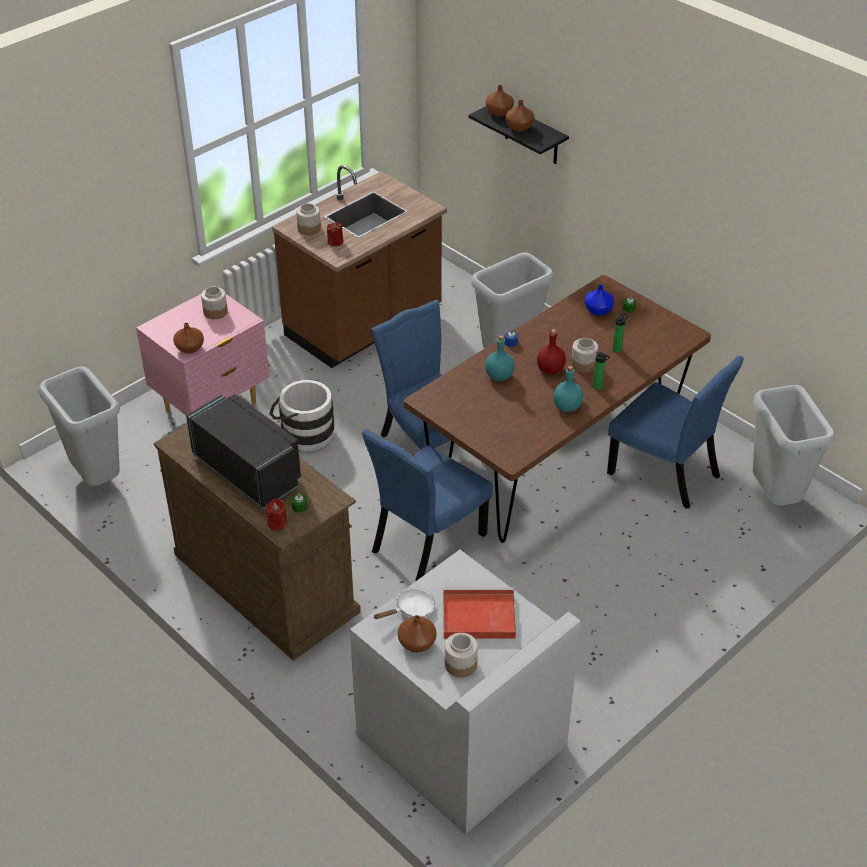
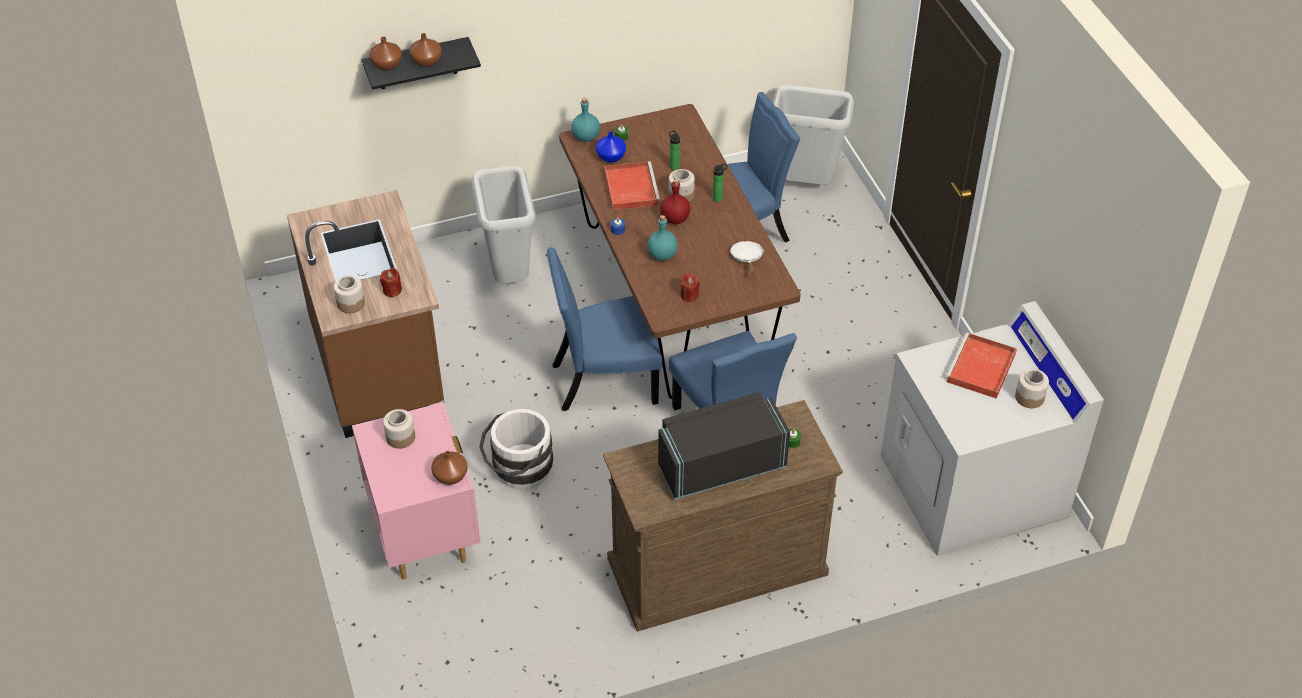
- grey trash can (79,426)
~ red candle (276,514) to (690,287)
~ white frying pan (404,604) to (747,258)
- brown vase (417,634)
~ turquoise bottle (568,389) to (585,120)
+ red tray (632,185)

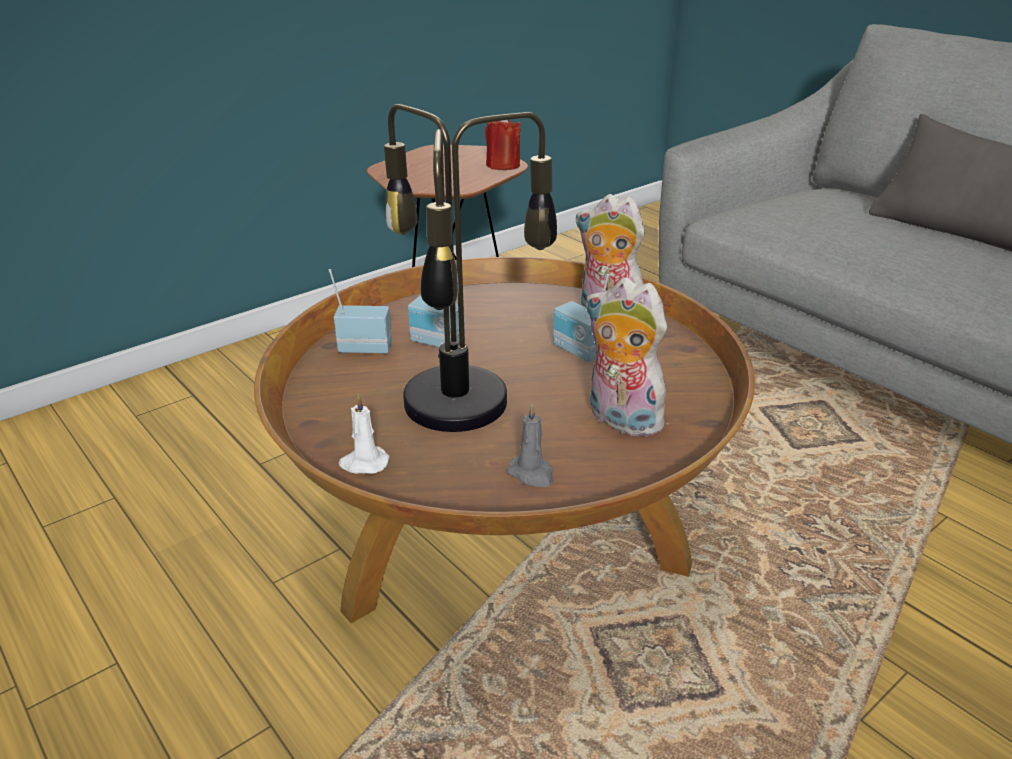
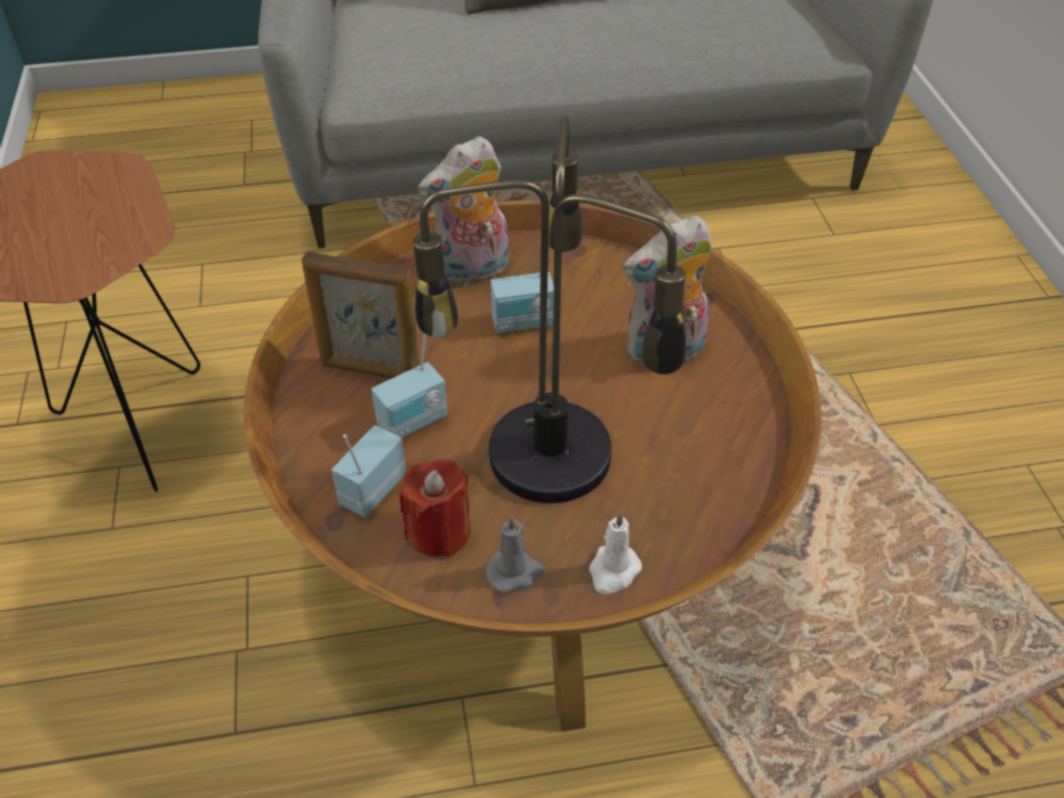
~ red candle (503,145) to (434,507)
~ grey candle (530,445) to (515,554)
+ picture frame (360,315)

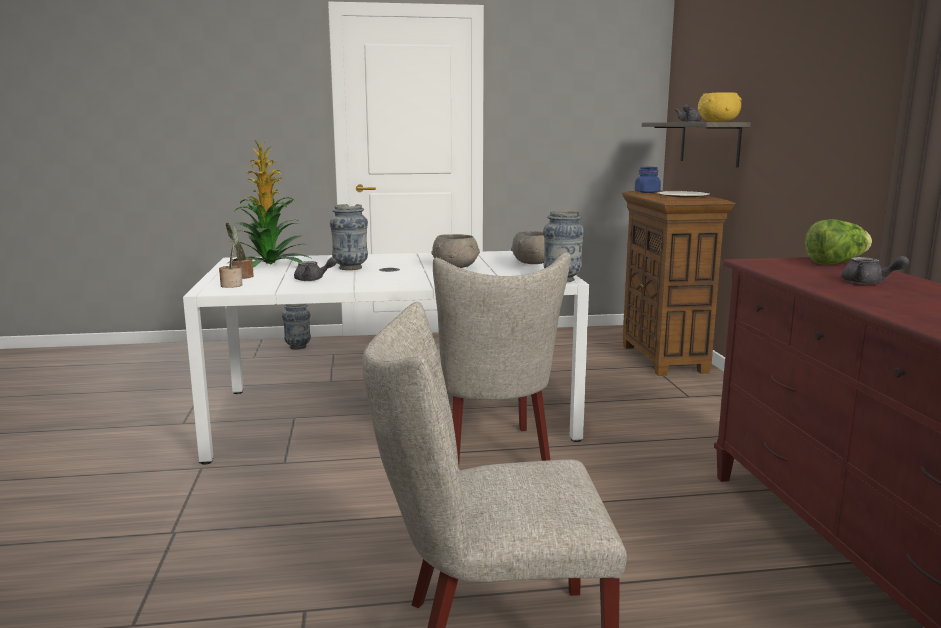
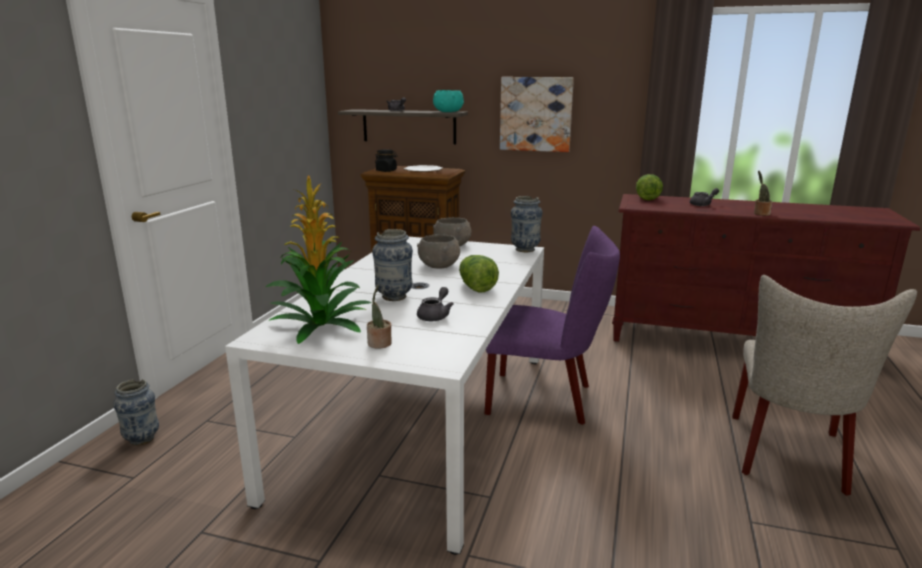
~ potted plant (231,257) to (763,193)
~ beige chair (502,358) to purple chair (552,325)
~ blue jar (648,180) to black jar (386,160)
~ yellow bowl (719,107) to turquoise bowl (448,101)
+ lettuce (479,273)
+ picture (537,114)

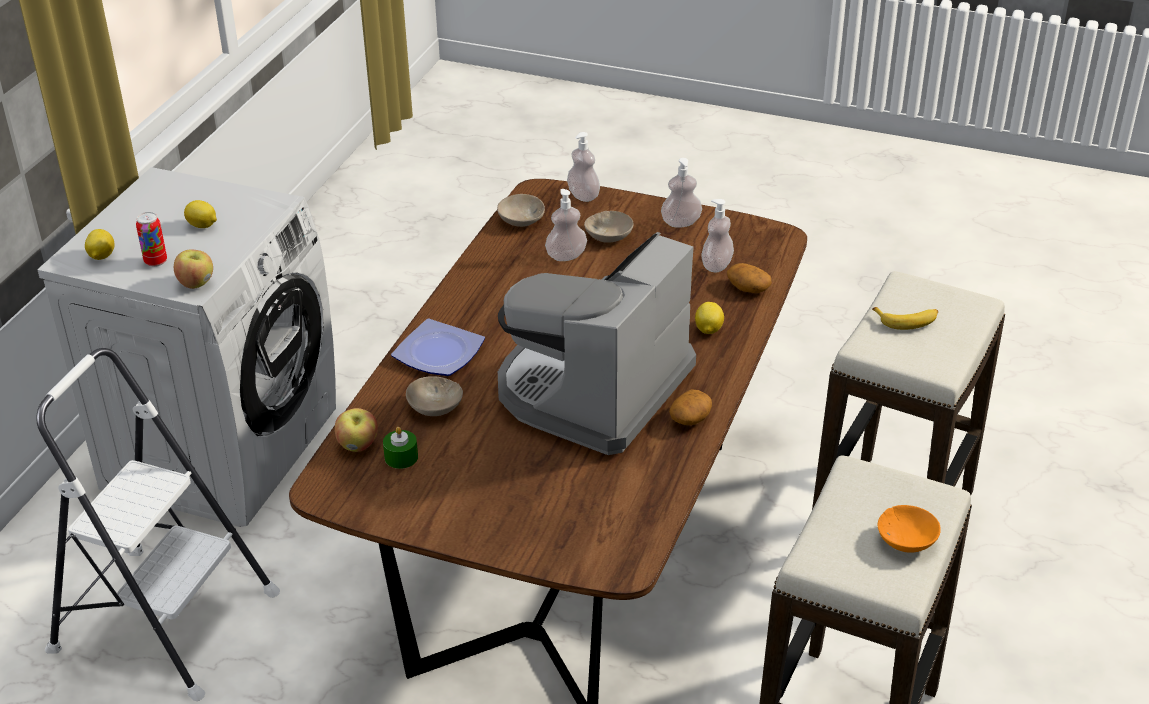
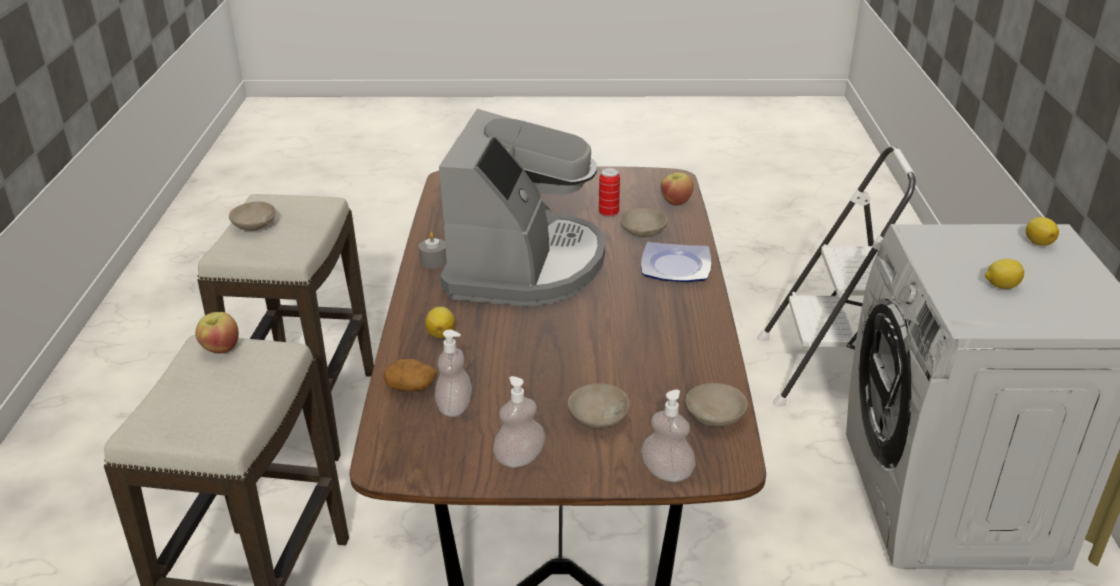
~ can (151,239) to (609,192)
~ apple (193,269) to (217,332)
- green candle (400,448)
- soap dispenser (566,225)
~ potato (690,407) to grey candle (432,250)
- banana (905,318)
~ orange bowl (909,529) to beige bowl (252,216)

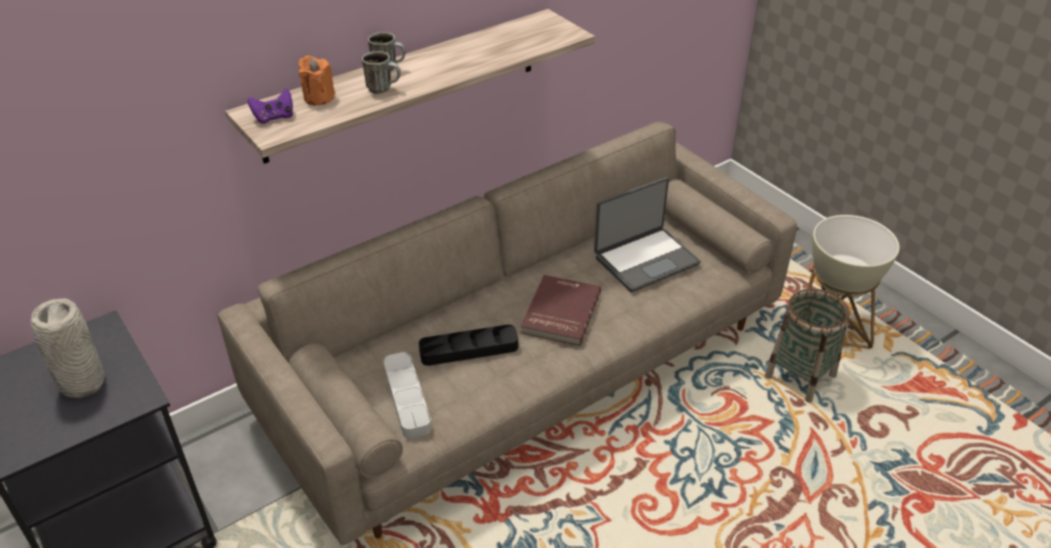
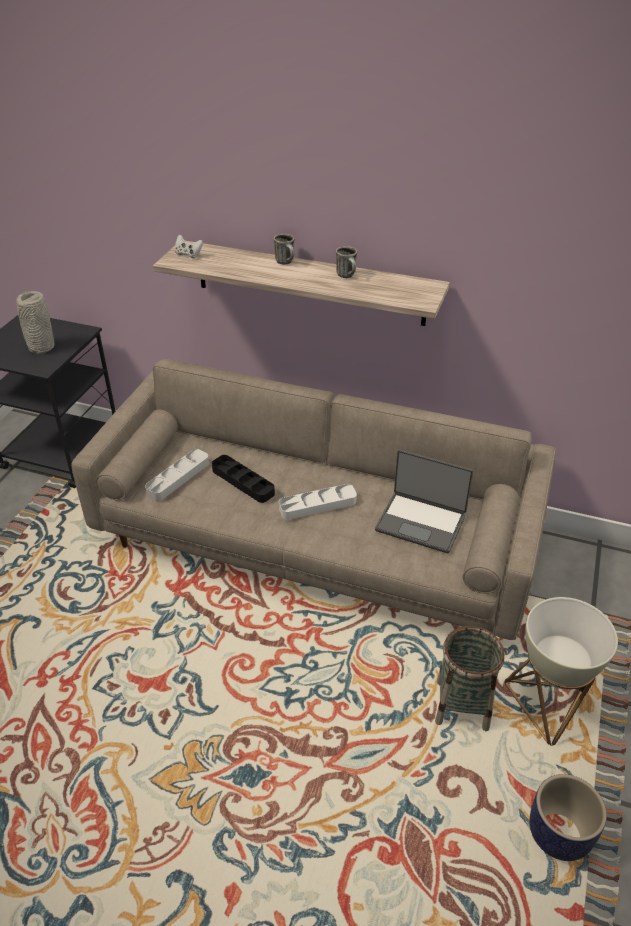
~ purple game controller (270,106) to white game controller (189,246)
- orange candle (317,80)
~ mug (381,72) to (346,262)
~ red book (561,310) to white tray (318,502)
+ planter (568,817)

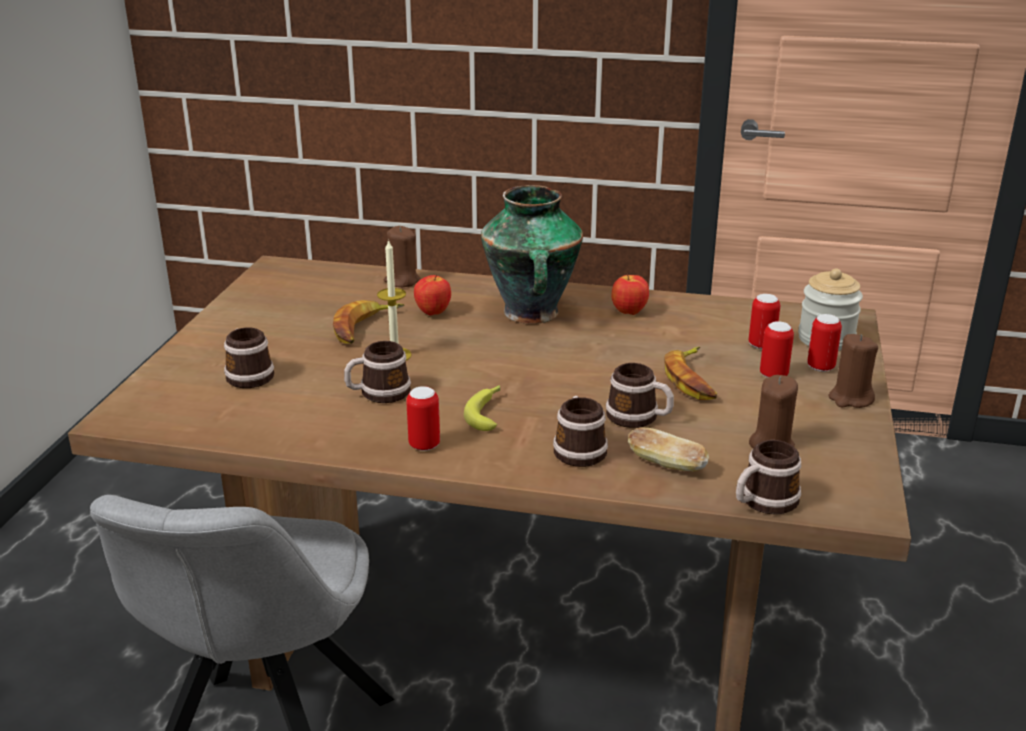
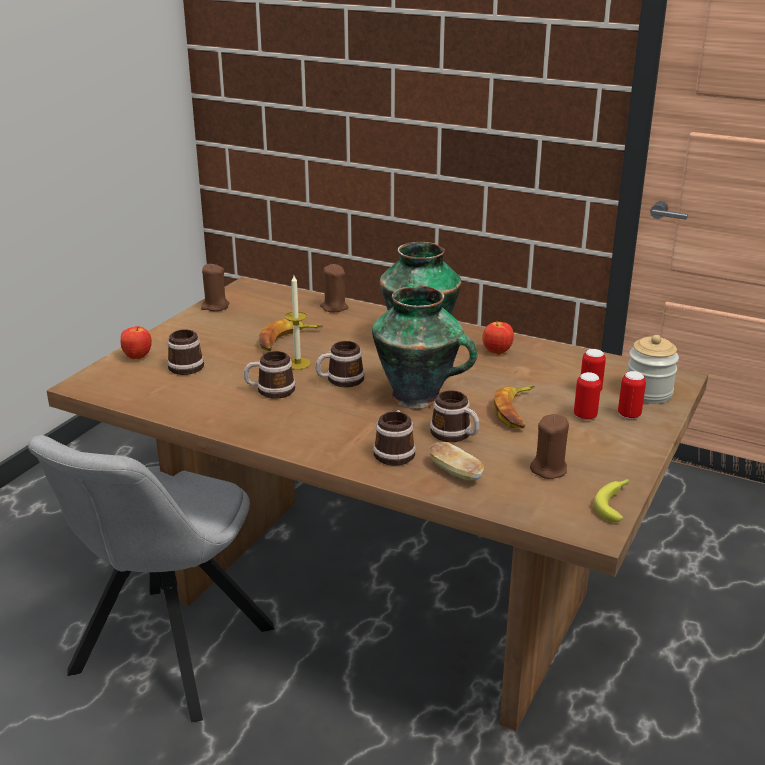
- can (423,418)
~ apple (432,295) to (136,342)
~ banana (482,408) to (611,500)
~ mug (768,477) to (340,364)
~ brown candle (853,371) to (215,287)
+ vase (425,347)

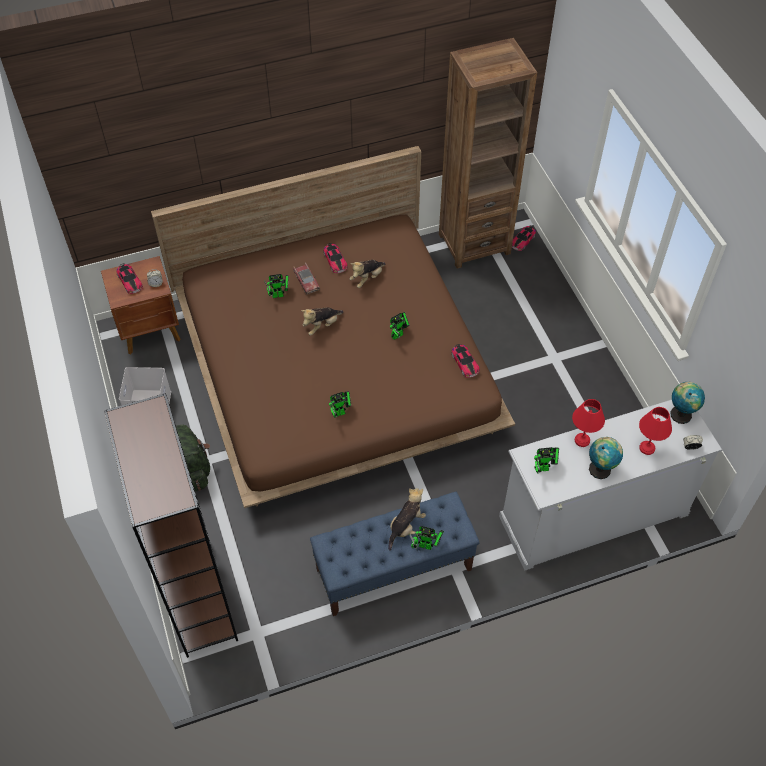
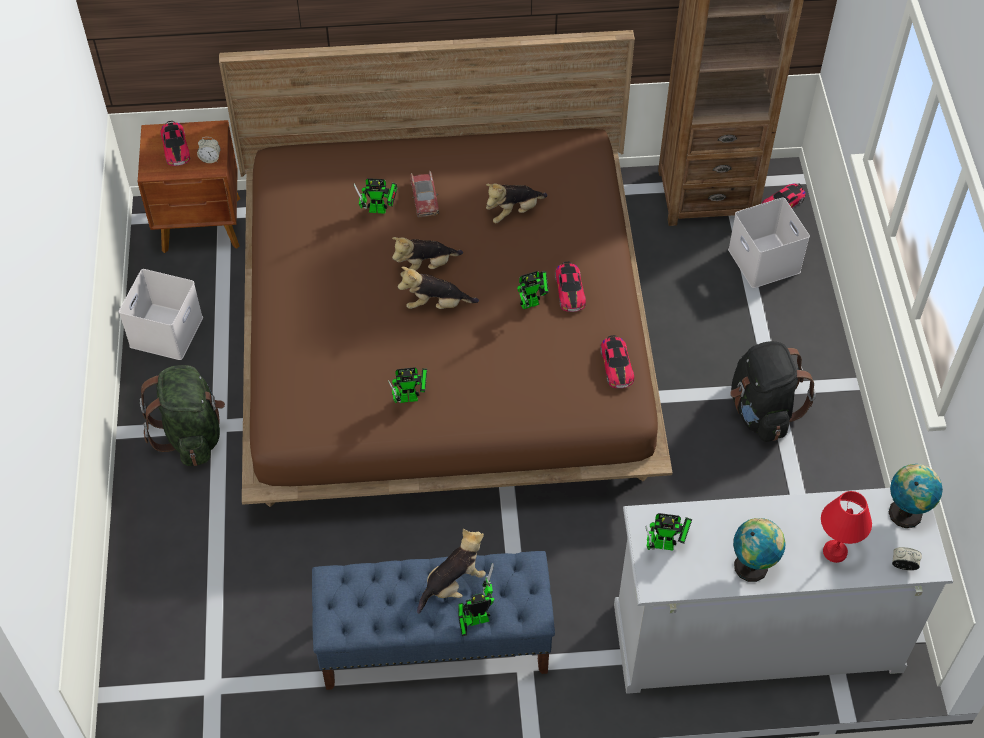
- brown bookcase (171,525)
~ toy car (335,258) to (570,287)
~ toy robot (426,538) = (476,599) 135 degrees clockwise
- red table lamp (588,423)
+ plush toy (438,288)
+ white storage box (769,242)
+ black backpack (773,391)

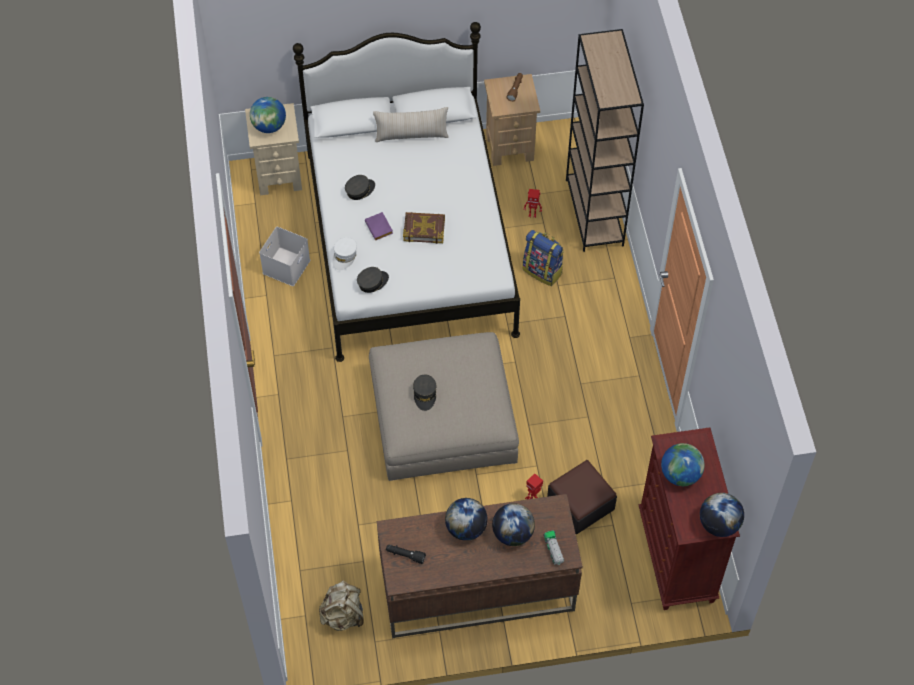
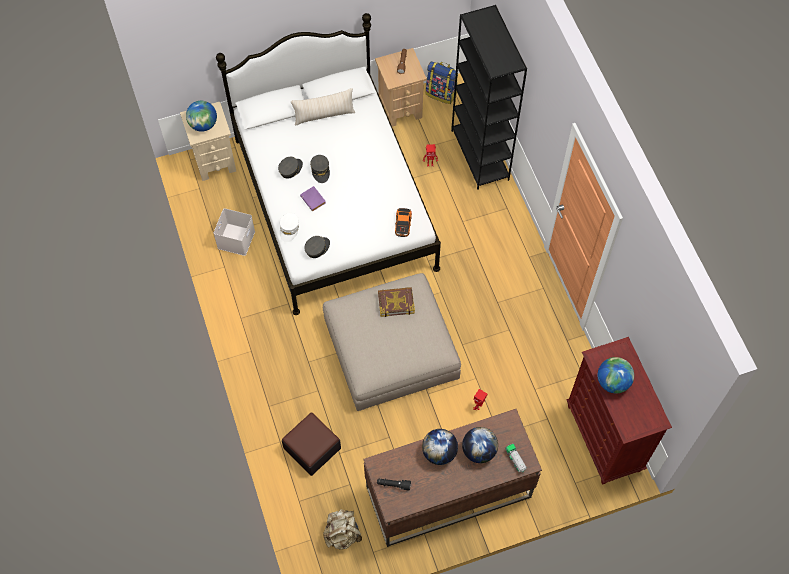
~ book (424,228) to (396,302)
~ grey cap (424,393) to (320,169)
~ backpack (543,258) to (442,82)
~ ottoman (582,497) to (311,444)
~ beige bookcase (605,140) to black bookcase (489,97)
- globe (722,515)
+ toy car (403,222)

